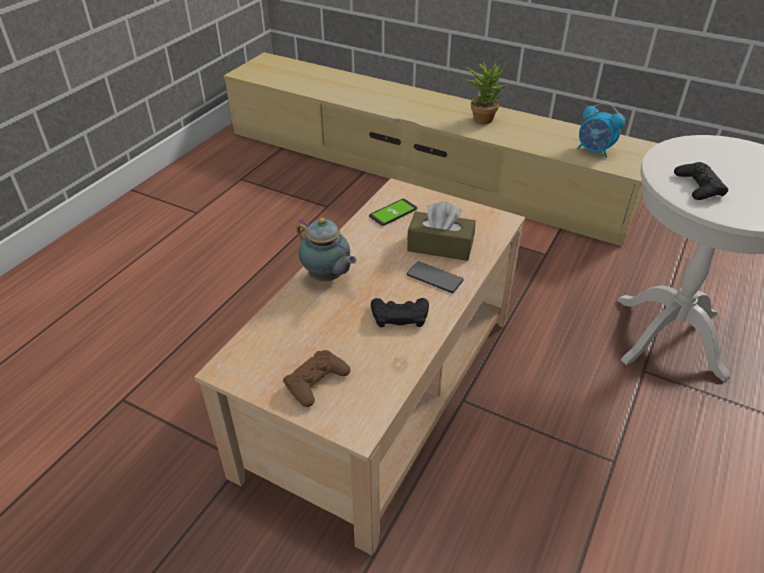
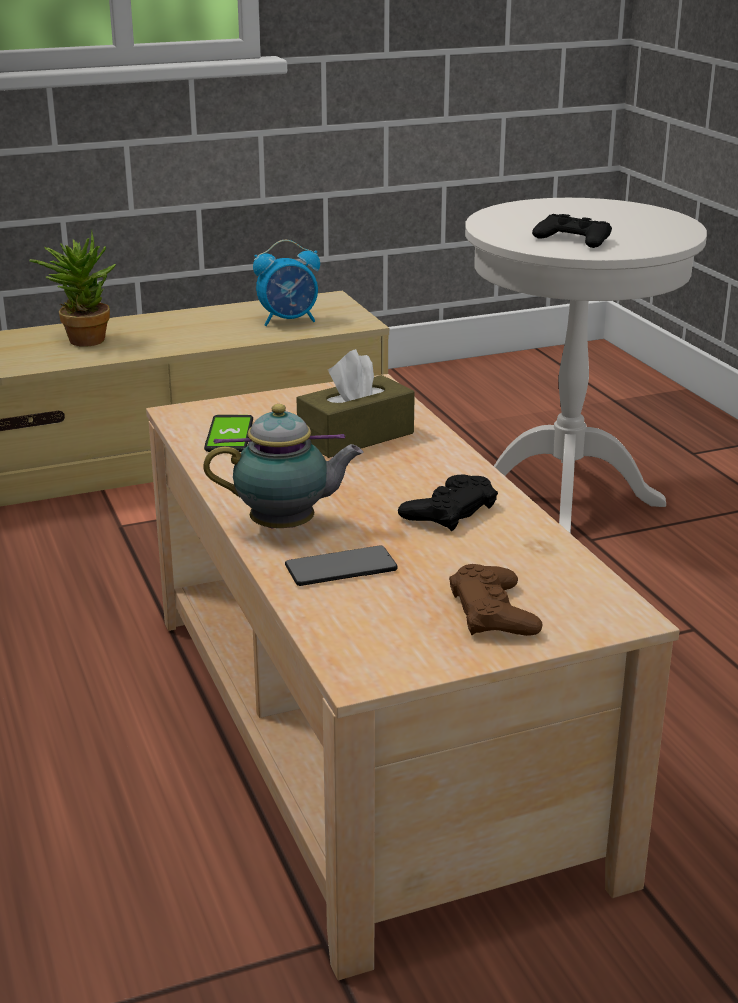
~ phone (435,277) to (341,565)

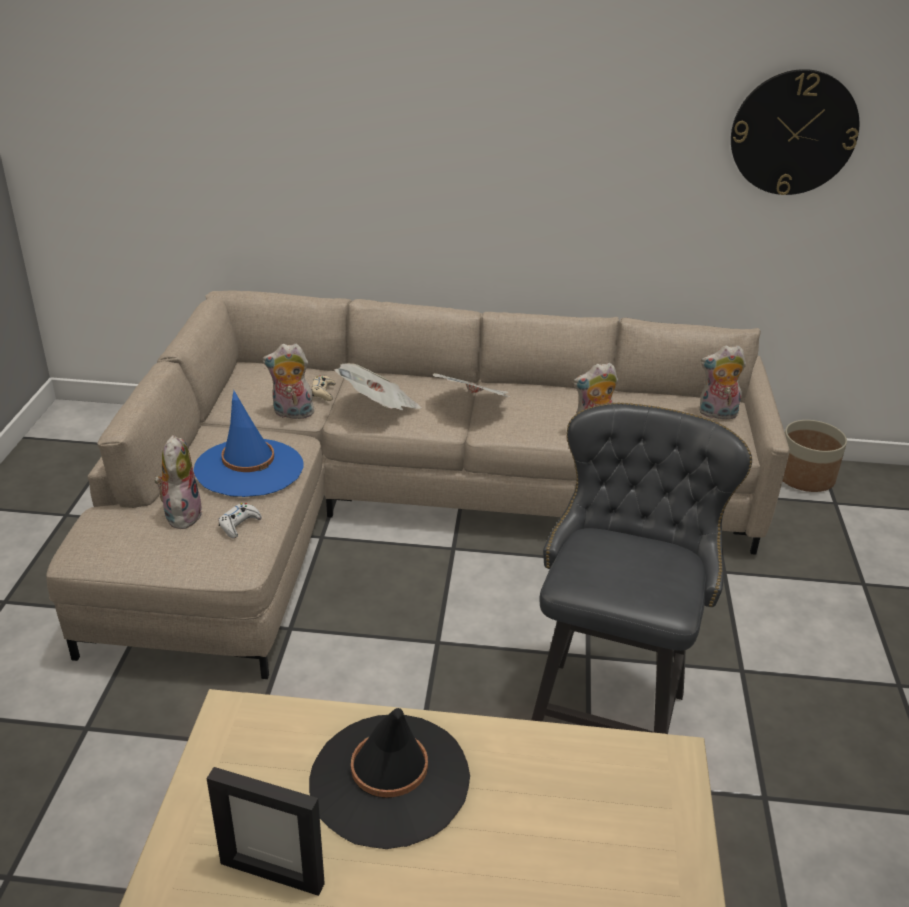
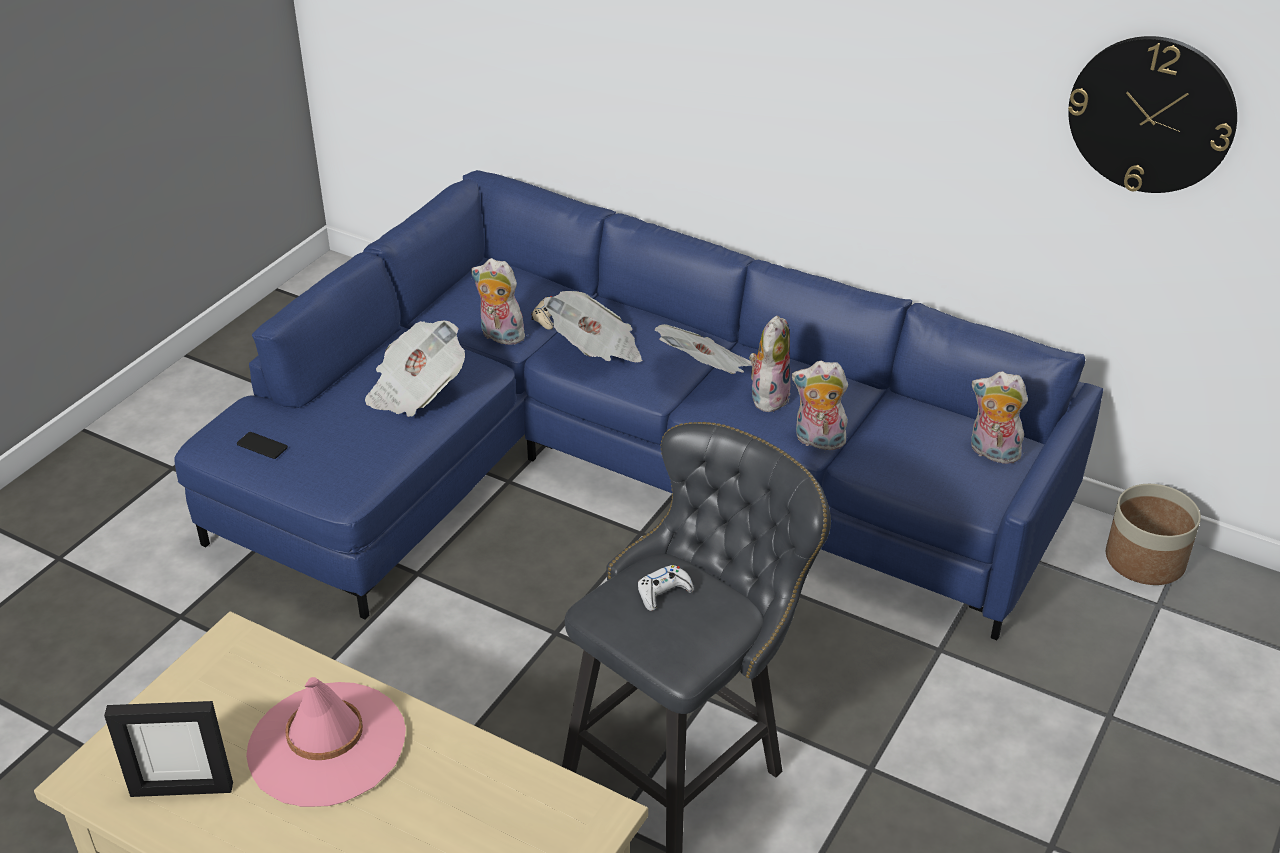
~ beige sofa (418,485) to blue sofa (639,405)
~ plush toy (178,482) to (770,364)
~ blue hat (248,443) to newspaper (415,368)
~ picture frame (265,831) = (168,749) 45 degrees counterclockwise
~ white game controller (240,521) to (666,588)
~ black hat (389,778) to pink hat (326,742)
+ phone (262,445)

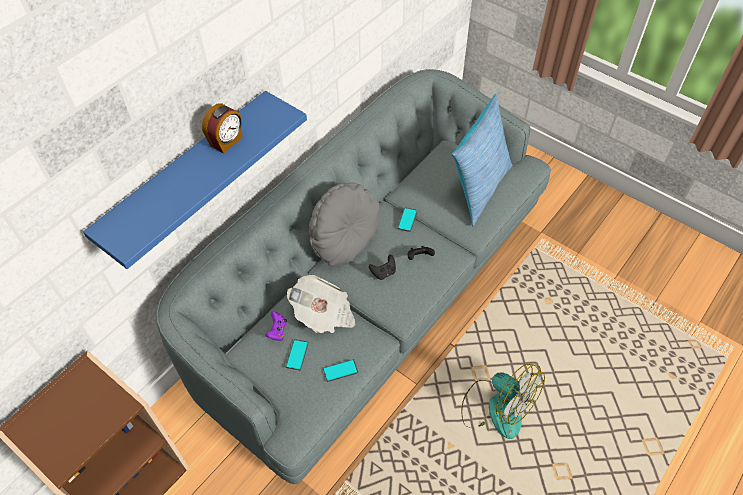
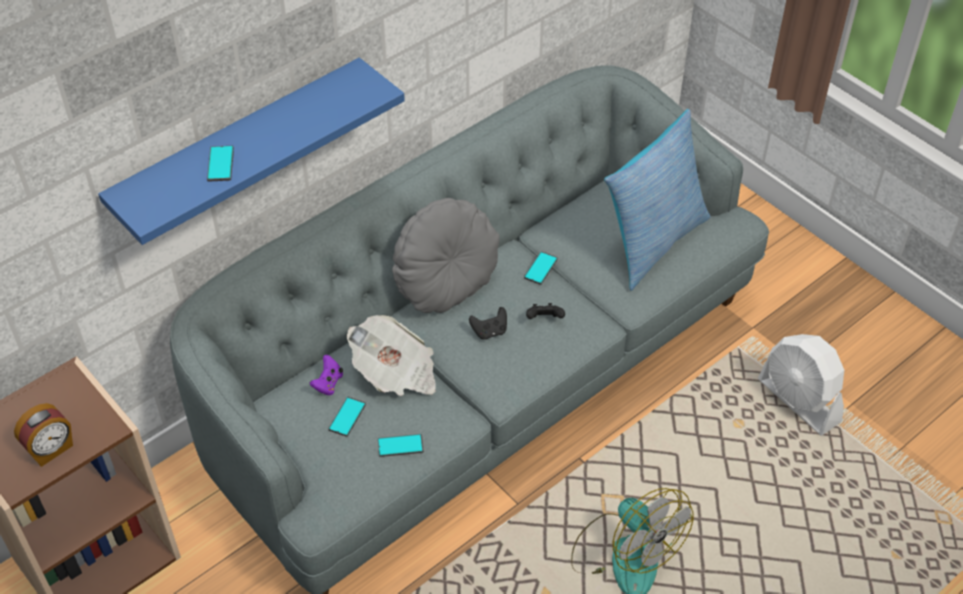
~ alarm clock (222,128) to (43,435)
+ phone (220,164)
+ white fan (801,385)

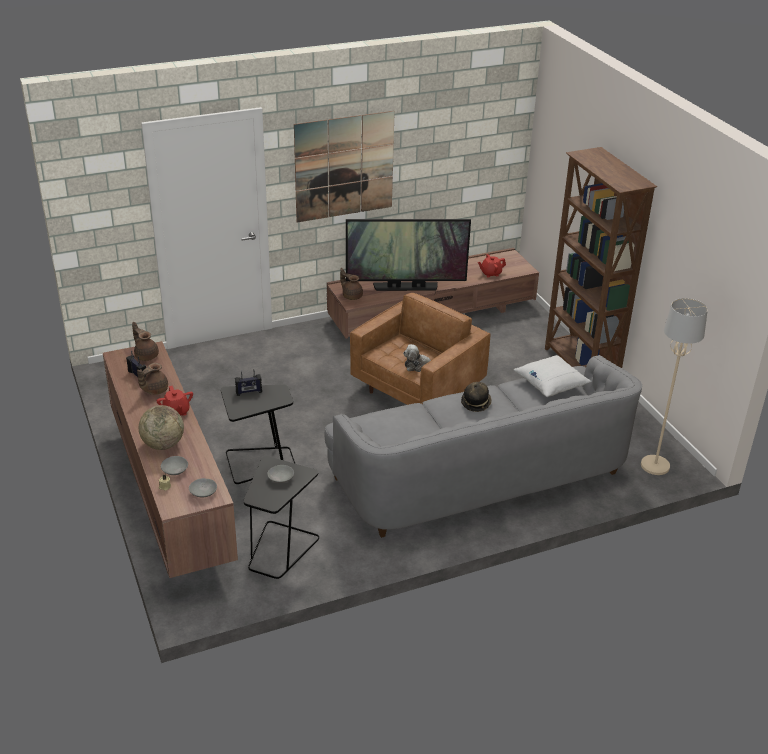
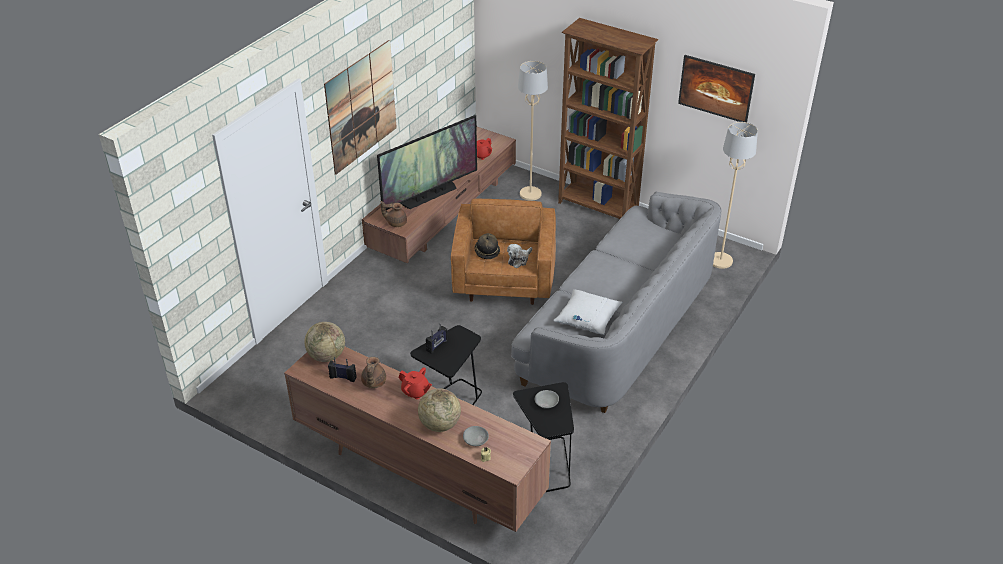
~ brown teapot (145,341) to globe (324,342)
- grey bowl (203,488)
~ hat (476,397) to (487,246)
~ grey pillow (553,376) to (587,312)
+ beige floor lamp (533,131)
+ picture (716,88)

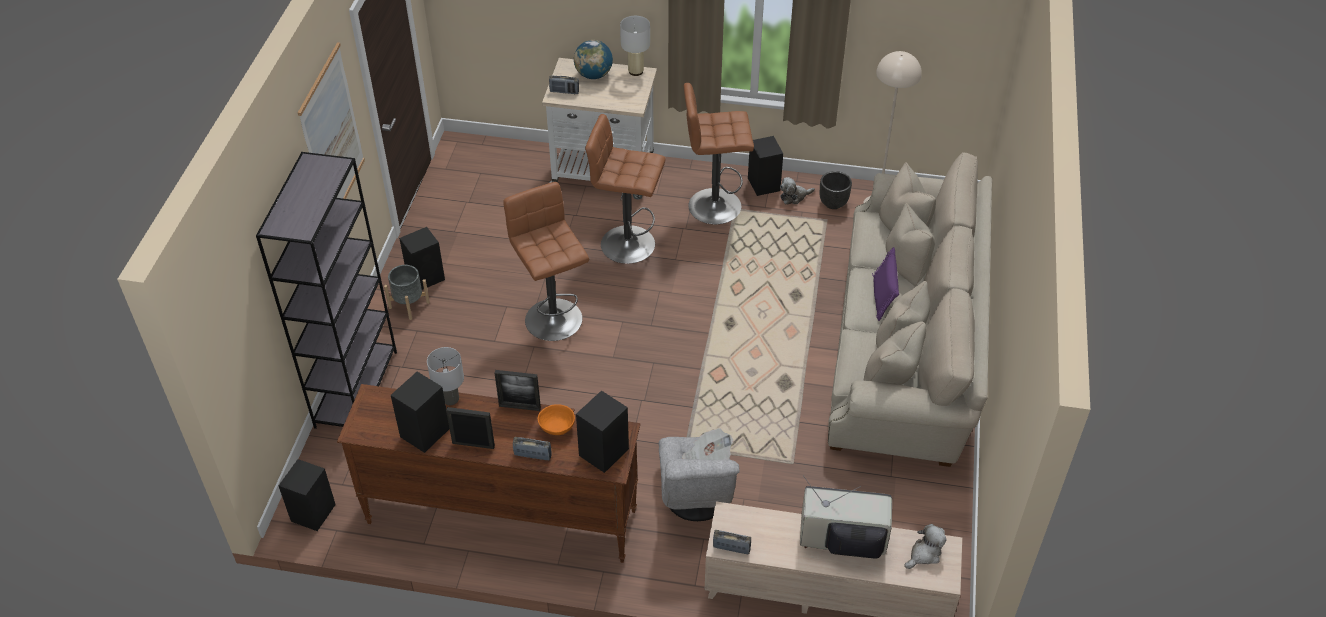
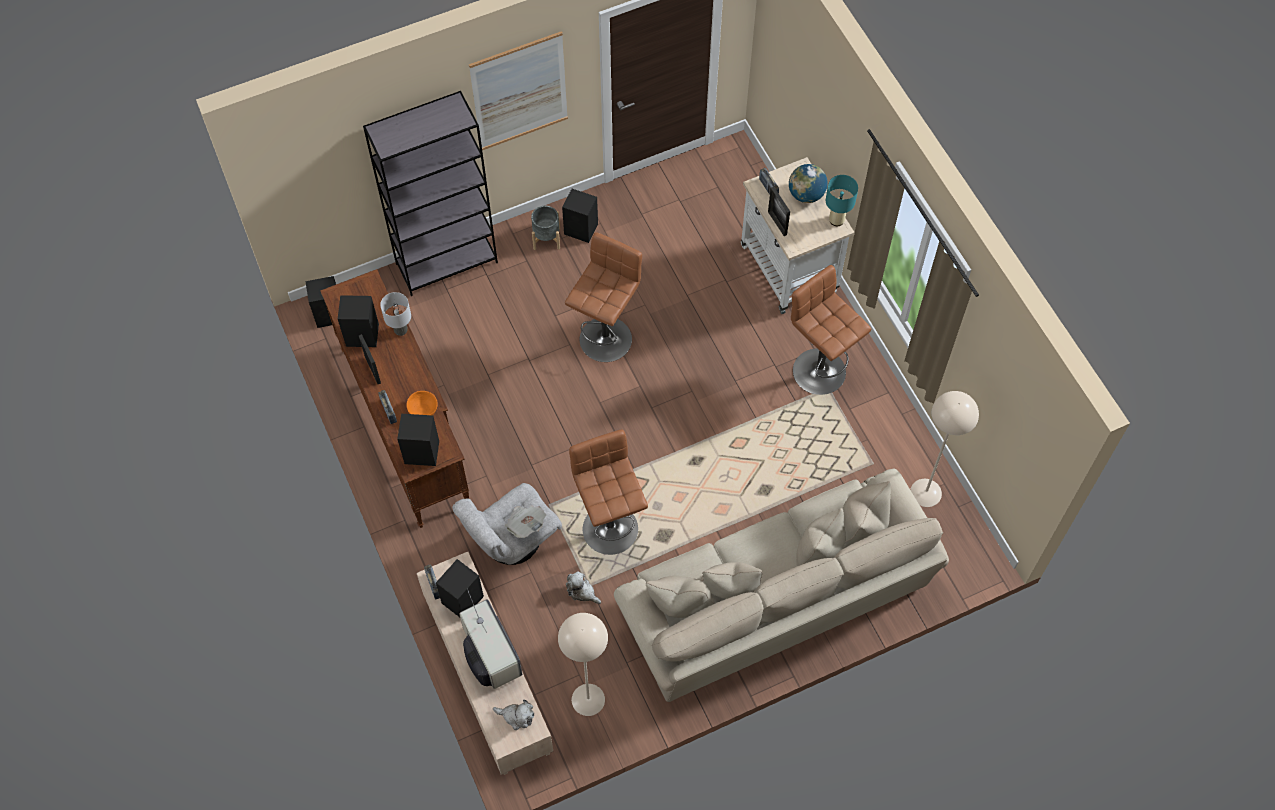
~ picture frame (517,390) to (779,211)
~ brown stool (625,189) to (608,492)
~ white table lamp (635,46) to turquoise table lamp (842,200)
~ black speaker (765,166) to (460,588)
~ plush toy (797,190) to (583,587)
- black planter (836,190)
- purple pillow (885,284)
+ beige floor lamp (583,664)

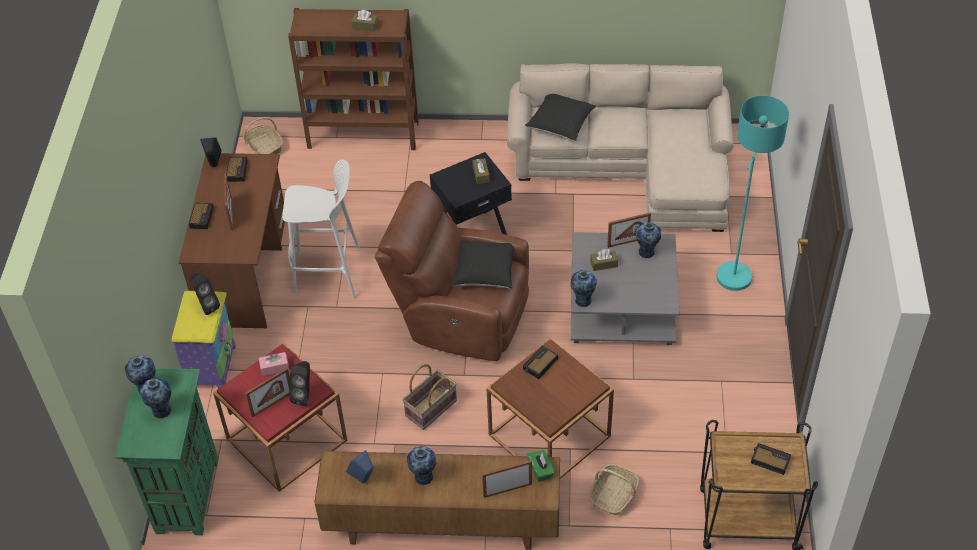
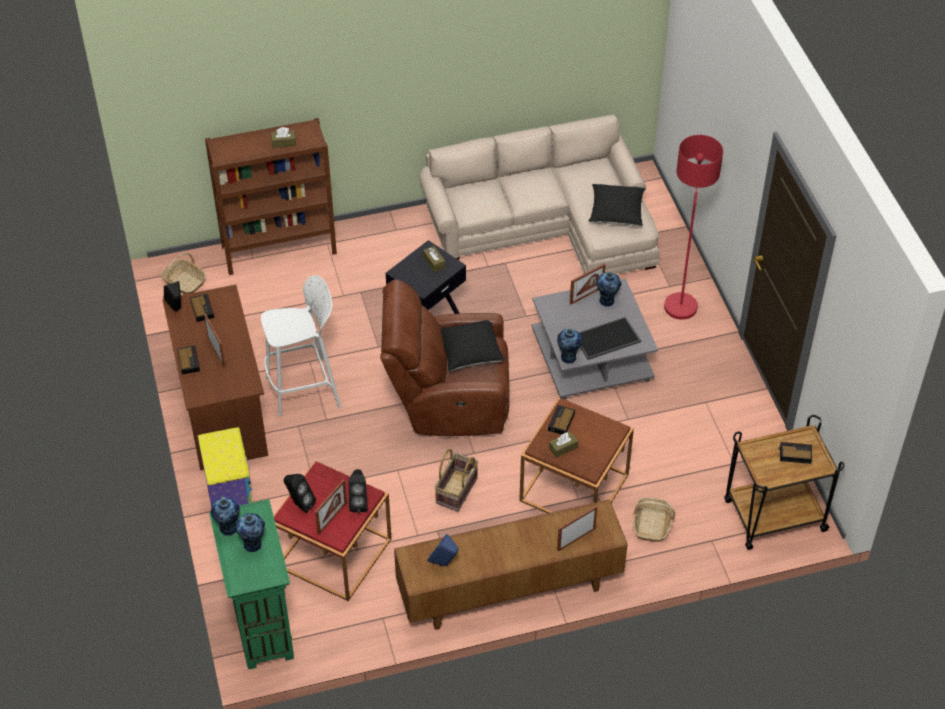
~ black speaker (205,294) to (300,493)
- pink tissue box (274,364)
- vase (421,465)
~ black pillow (560,117) to (617,205)
- green tissue box (541,466)
~ brown tissue box (604,260) to (563,445)
~ turquoise floor lamp (753,193) to red floor lamp (693,227)
+ tray (610,338)

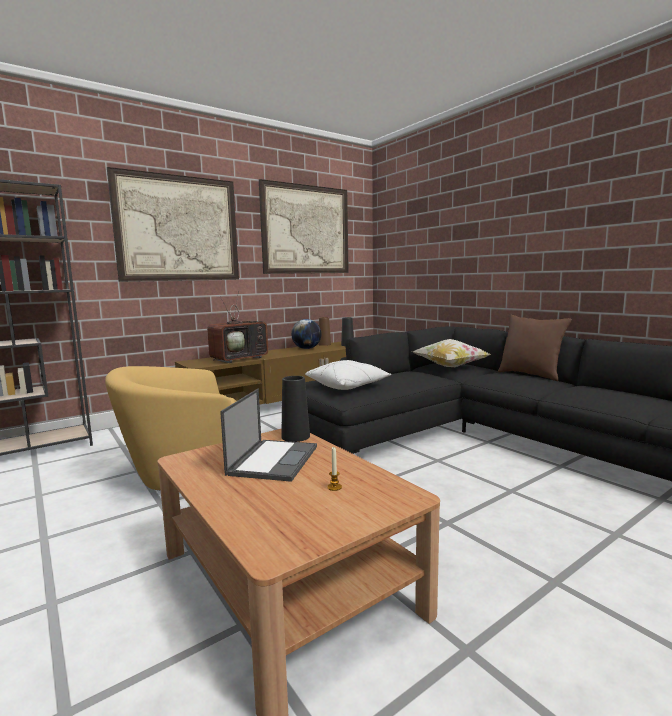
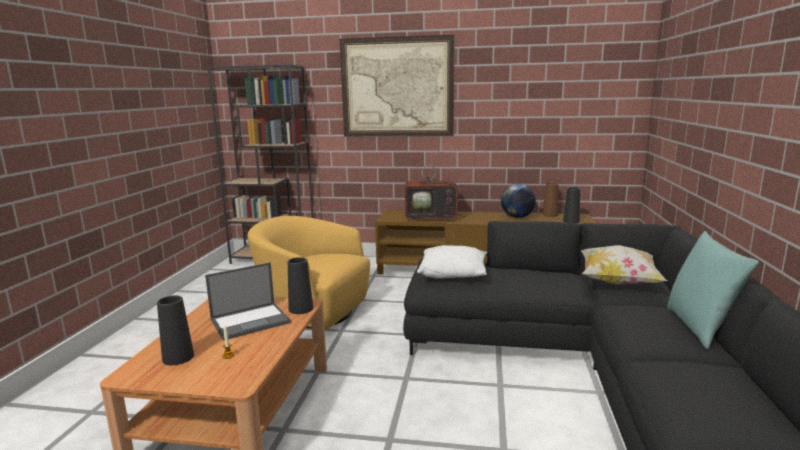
- picture (304,226)
~ brown pillow (535,348) to turquoise pillow (713,290)
+ black vase (175,330)

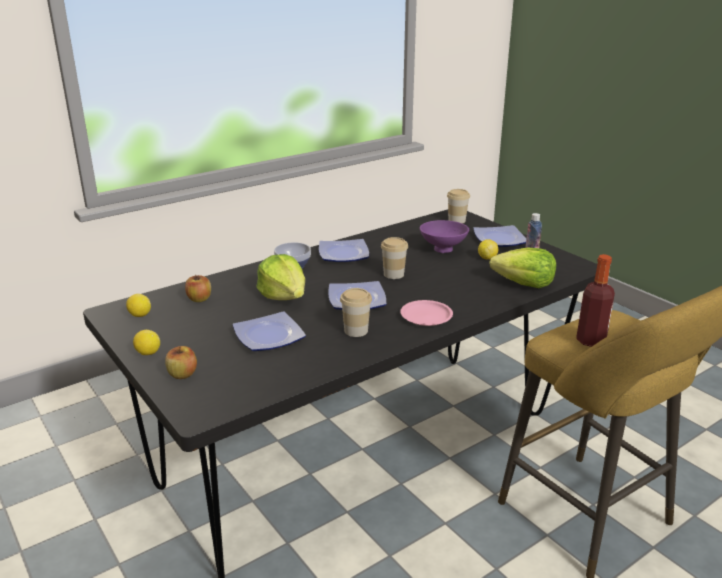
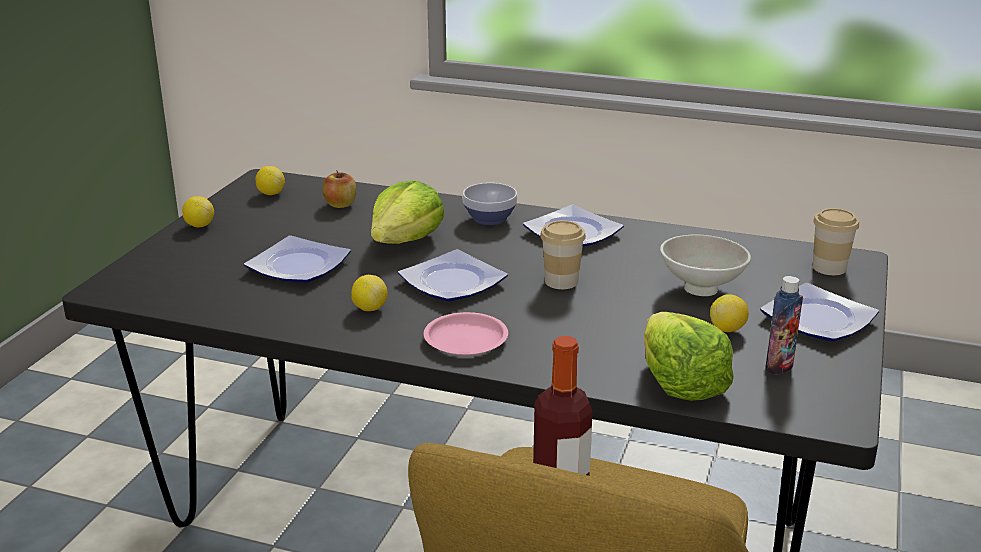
- apple (181,362)
~ cup (356,312) to lemon (369,293)
~ purple bowl (444,236) to white bowl (705,265)

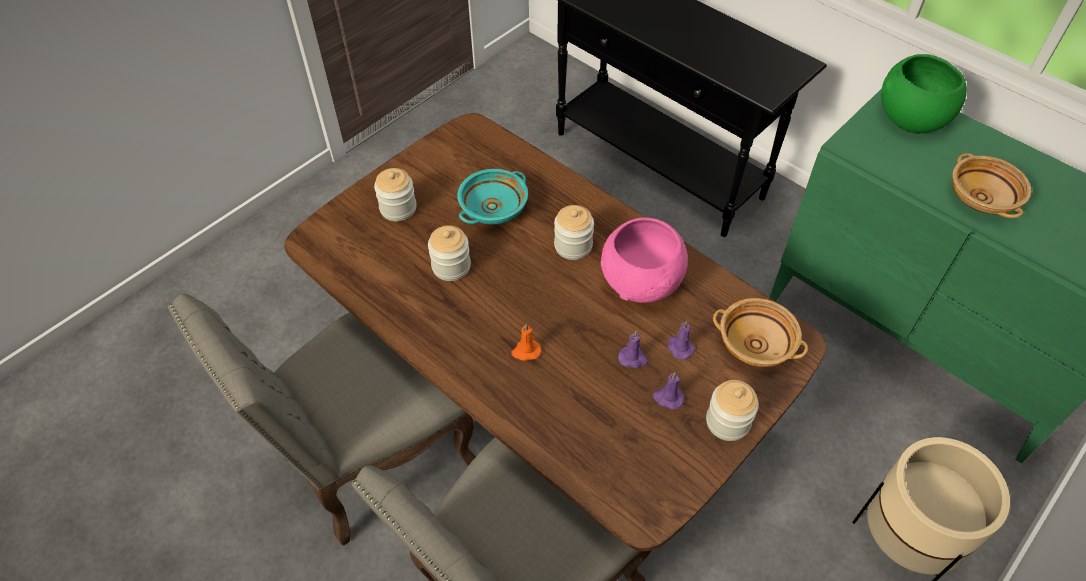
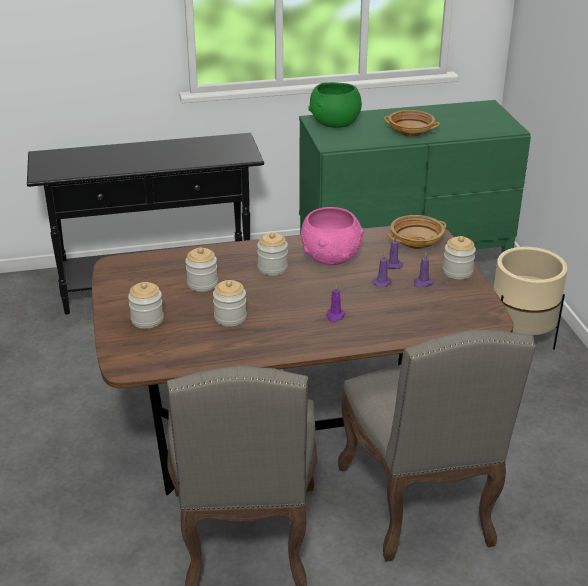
~ turquoise bowl (492,197) to jar (201,269)
~ orange candle (526,342) to purple candle (336,303)

